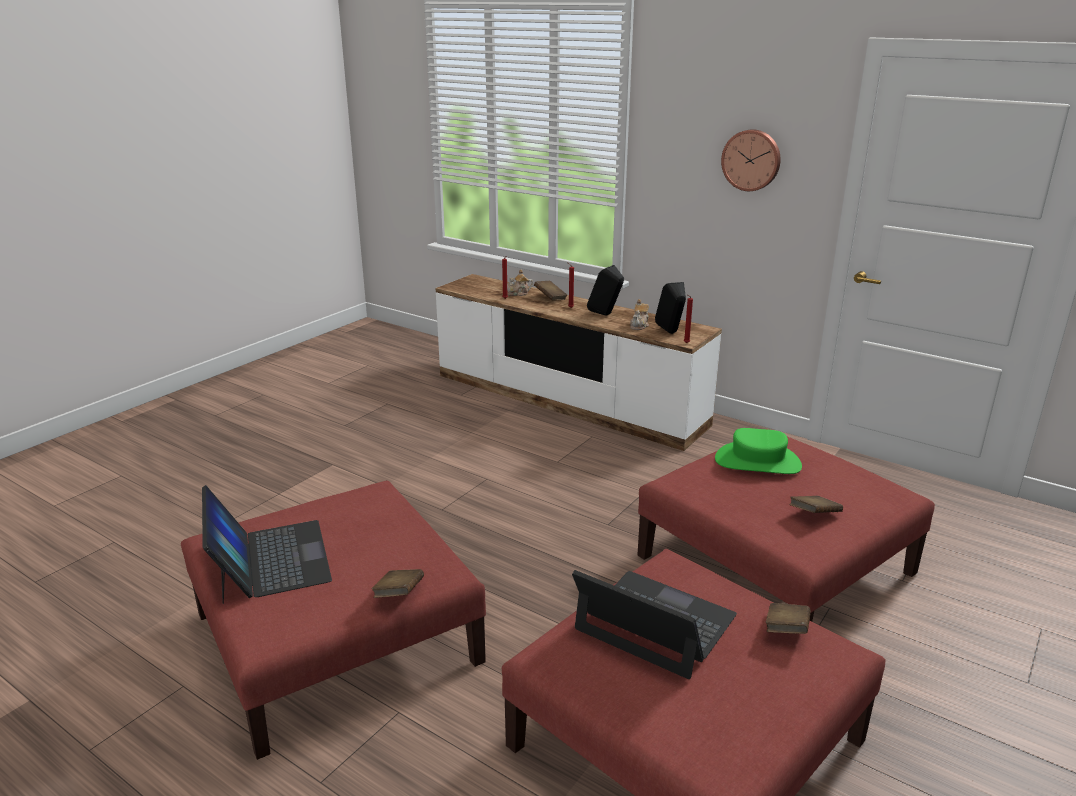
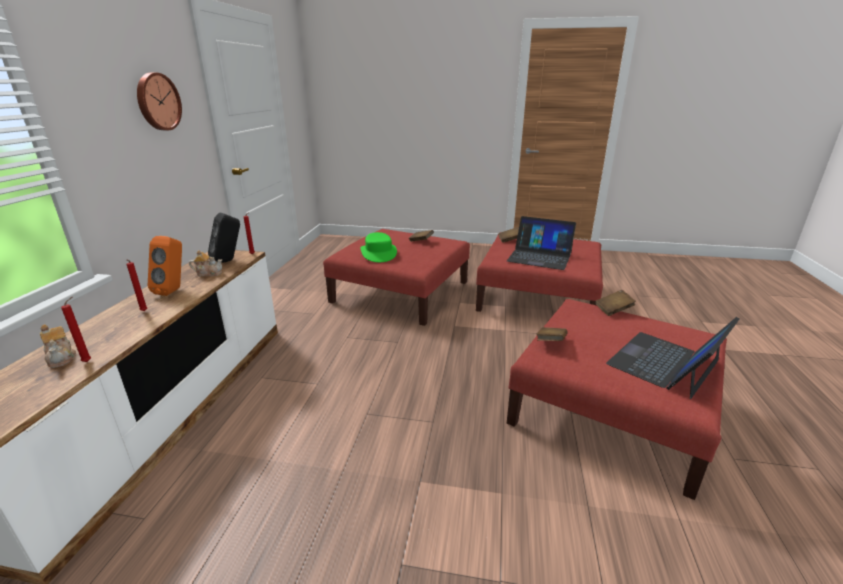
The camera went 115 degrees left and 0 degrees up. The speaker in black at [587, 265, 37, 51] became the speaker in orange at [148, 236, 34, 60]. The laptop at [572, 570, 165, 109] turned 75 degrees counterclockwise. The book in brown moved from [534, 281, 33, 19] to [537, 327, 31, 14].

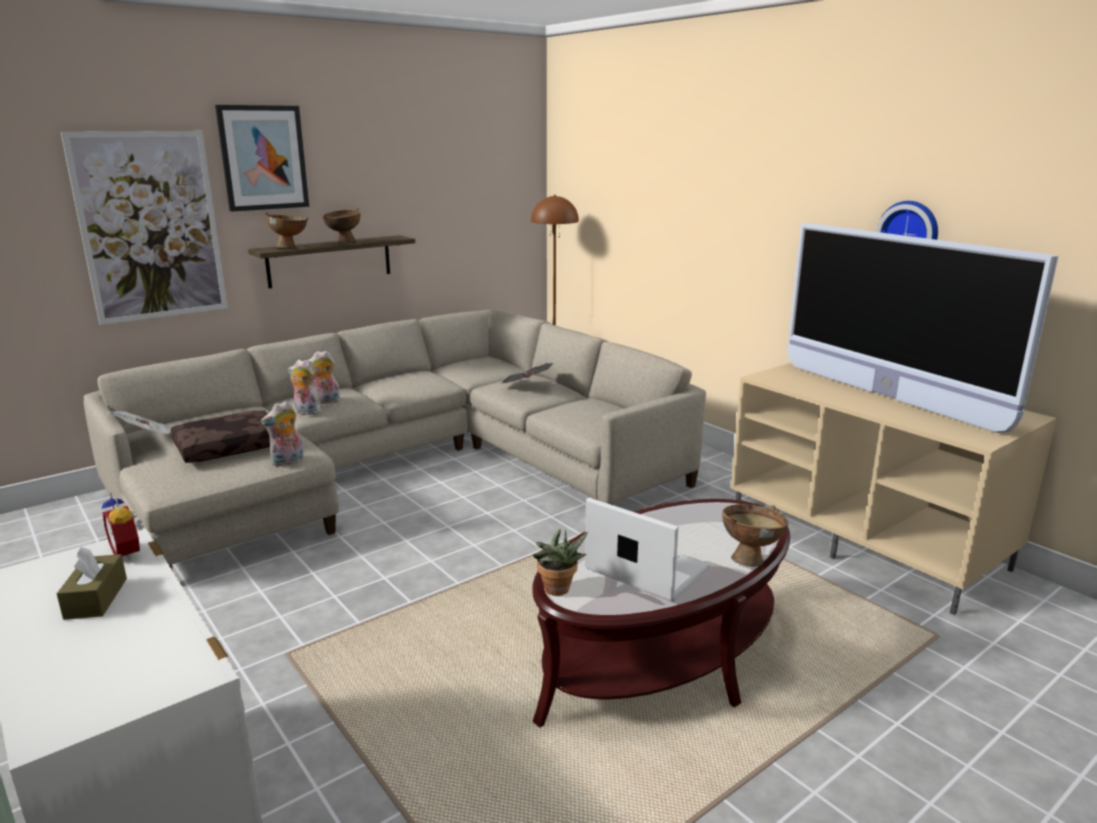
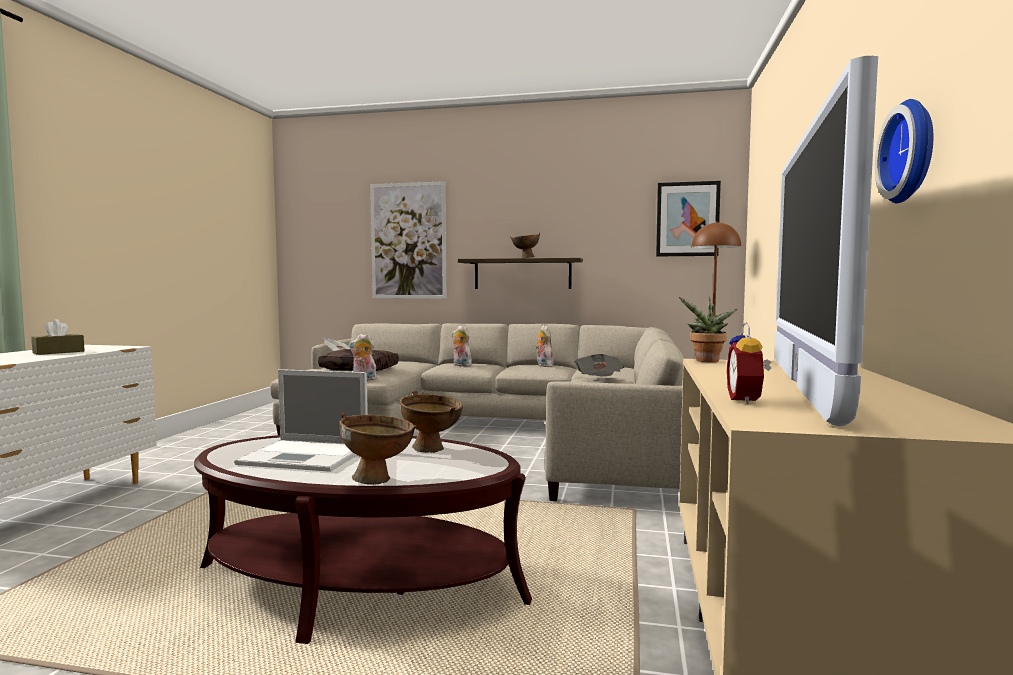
The camera went 50 degrees right and 15 degrees down. The laptop at [585, 497, 125, 105] turned 105 degrees clockwise. The bowl in brown moved from [266, 213, 42, 35] to [399, 391, 64, 62]. The plush toy moved from [288, 360, 35, 55] to [535, 325, 19, 42]. The picture moved from [215, 105, 94, 107] to [656, 181, 65, 75]. The potted plant moved from [533, 529, 55, 67] to [679, 296, 58, 66]. The alarm clock moved from [101, 492, 43, 68] to [727, 323, 45, 81].

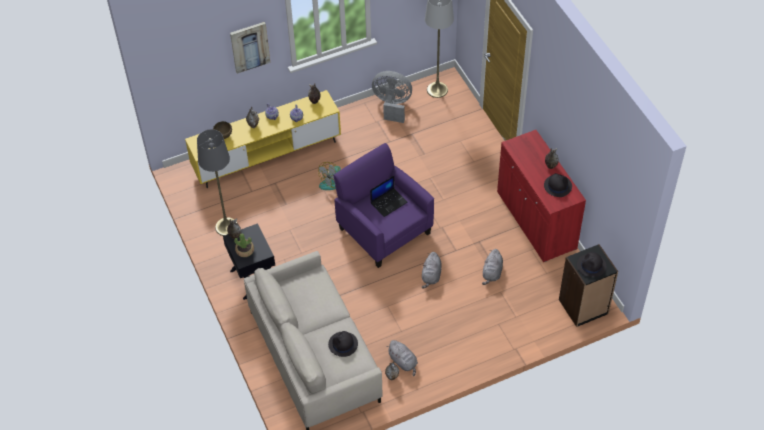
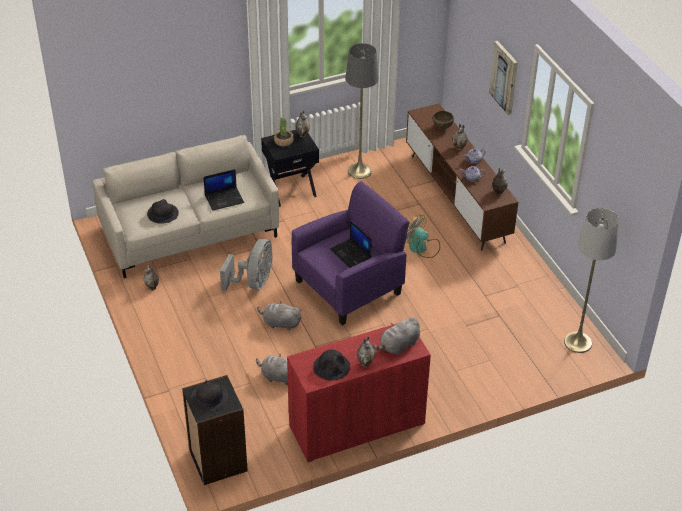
The camera went 90 degrees right and 10 degrees down. The laptop at [203, 169, 41, 42] appeared. The fan in grey moved from [372, 71, 40, 52] to [220, 239, 53, 52]. The plush toy in grey moved from [387, 340, 31, 36] to [372, 317, 48, 38]. The tv stand in yellow at [185, 90, 156, 98] became the tv stand in brown at [406, 103, 112, 148].

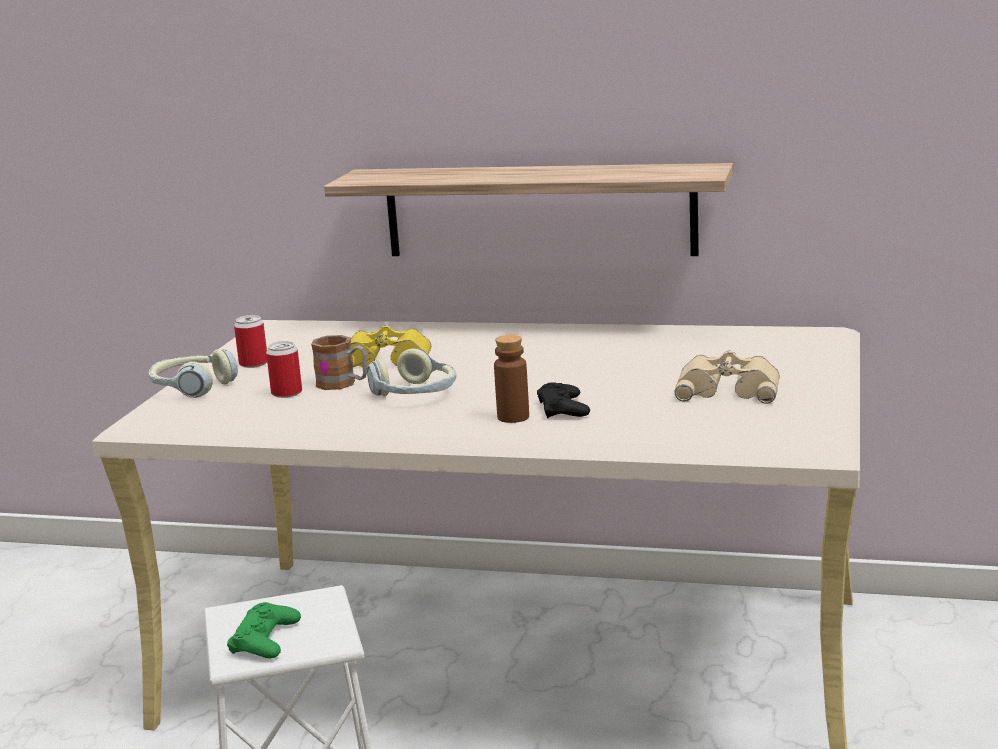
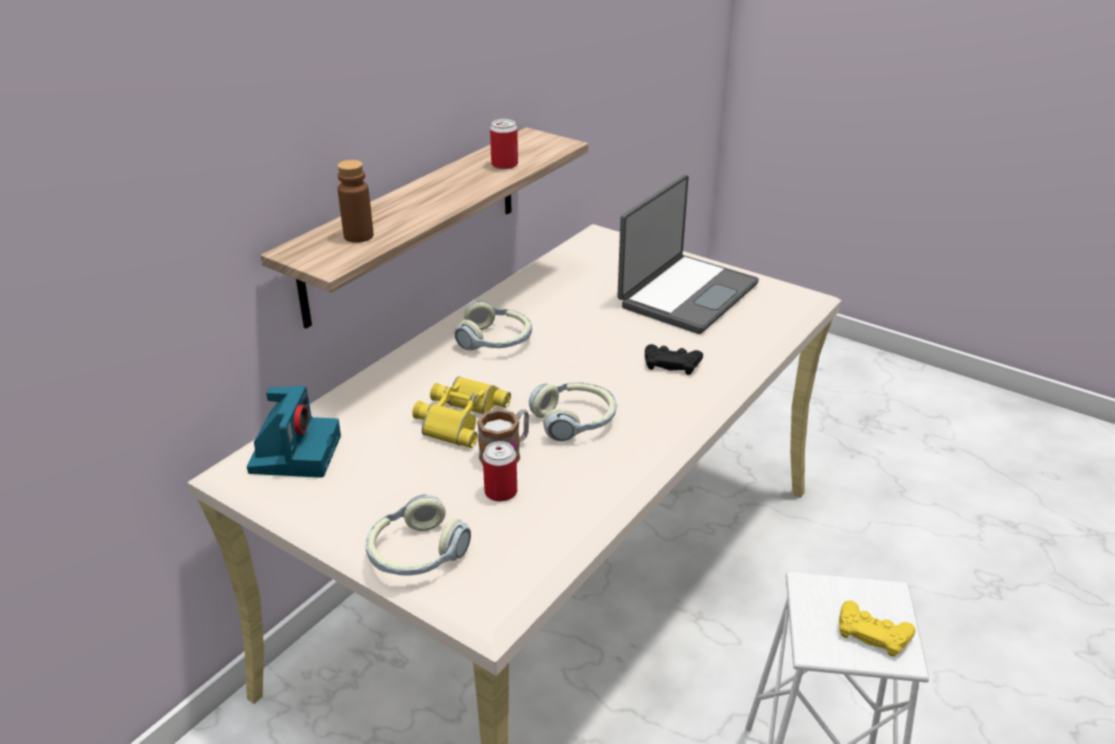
The camera went 70 degrees left and 15 degrees up. The photo camera at [247, 386, 94, 92] appeared. The bottle in brown moved from [494, 335, 35, 88] to [338, 160, 36, 83]. The headphones at [454, 301, 78, 50] appeared. The can moved from [234, 315, 33, 53] to [490, 119, 28, 51]. The binoculars in beige at [674, 351, 106, 53] was replaced by the laptop at [617, 175, 142, 159]. The game controller in green at [227, 602, 74, 56] became the game controller in yellow at [839, 601, 77, 56].

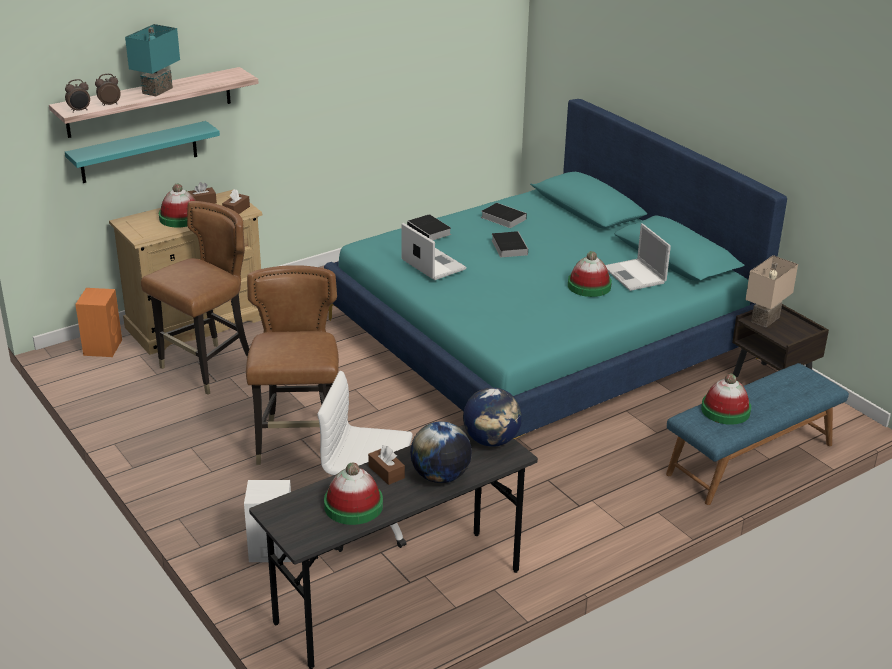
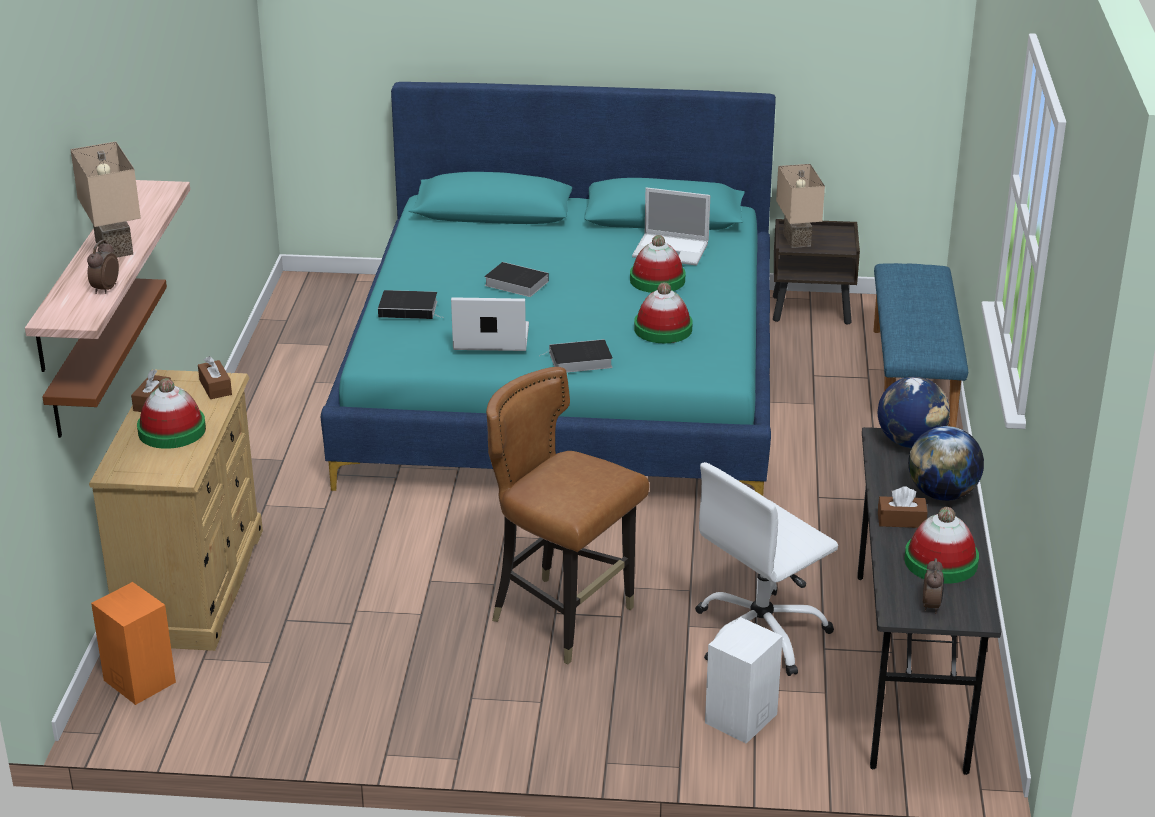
The camera went 50 degrees left and 0 degrees up. The shelf in turquoise at [65, 121, 155, 62] became the shelf in brown at [42, 278, 125, 160]. The table lamp in turquoise at [125, 24, 55, 72] became the table lamp in beige at [70, 142, 71, 115]. The book moved from [481, 203, 46, 25] to [539, 339, 74, 34]. The hat moved from [701, 374, 50, 51] to [634, 282, 59, 61]. The alarm clock moved from [65, 79, 25, 34] to [923, 558, 21, 56]. The chair in brown at [141, 201, 108, 194] disappeared.

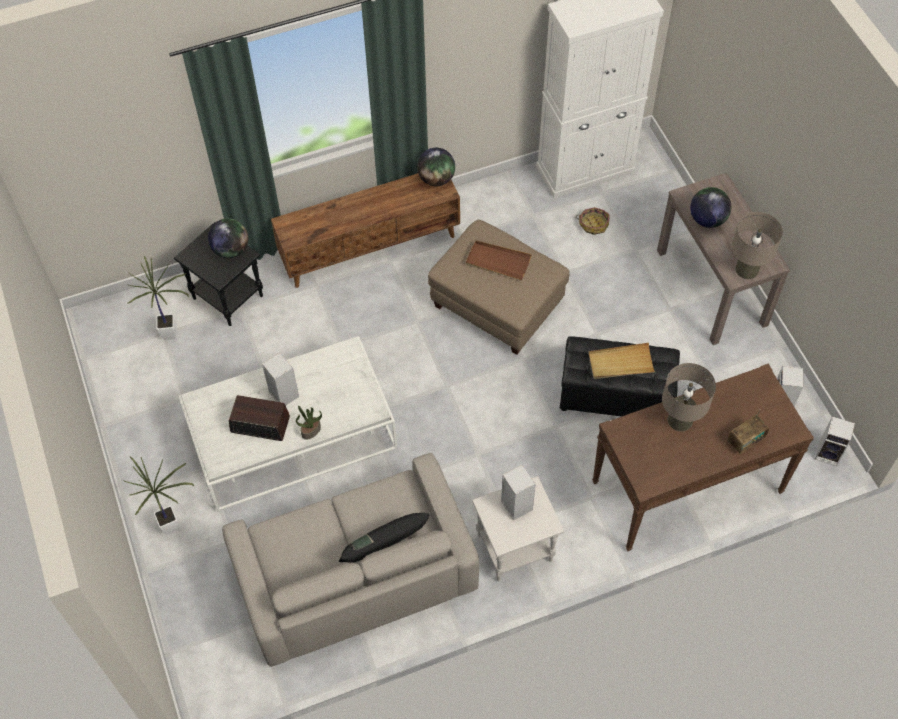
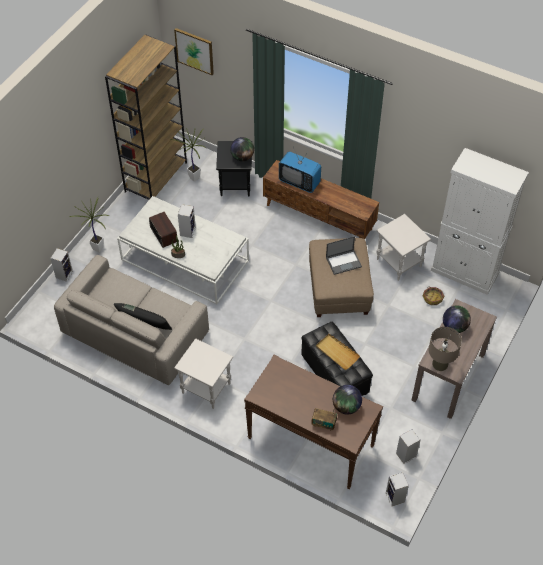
The camera went 50 degrees right and 5 degrees down. The speaker moved from [501, 465, 35, 55] to [50, 248, 23, 34]. The bookcase in brown at [105, 34, 82, 166] appeared. The picture at [174, 28, 40, 47] appeared. The television at [279, 147, 42, 46] appeared. The tray in brown at [466, 240, 66, 40] was replaced by the laptop at [326, 236, 36, 39]. The globe moved from [417, 148, 38, 38] to [333, 385, 29, 29]. The side table in white at [376, 214, 55, 67] appeared. The table lamp in beige at [662, 363, 54, 68] disappeared.

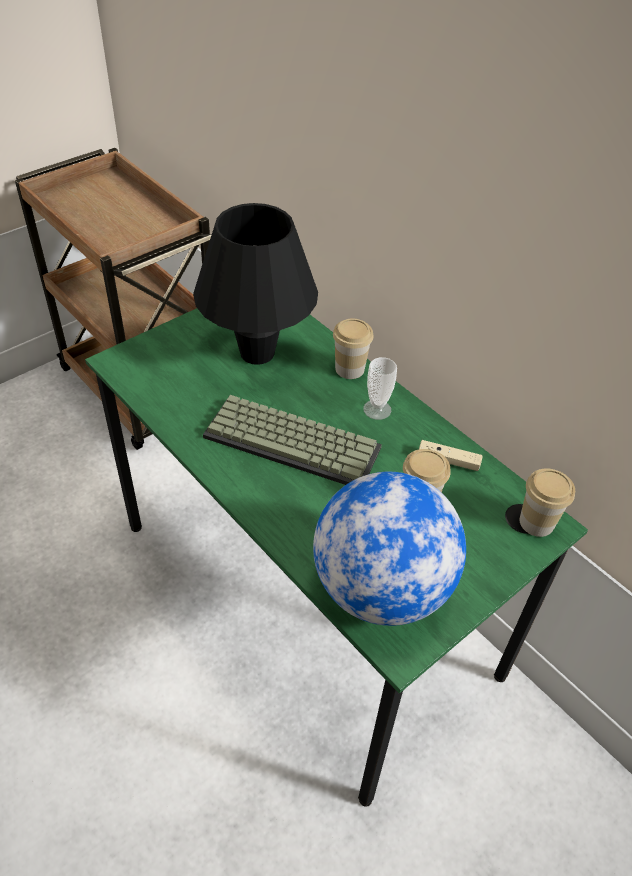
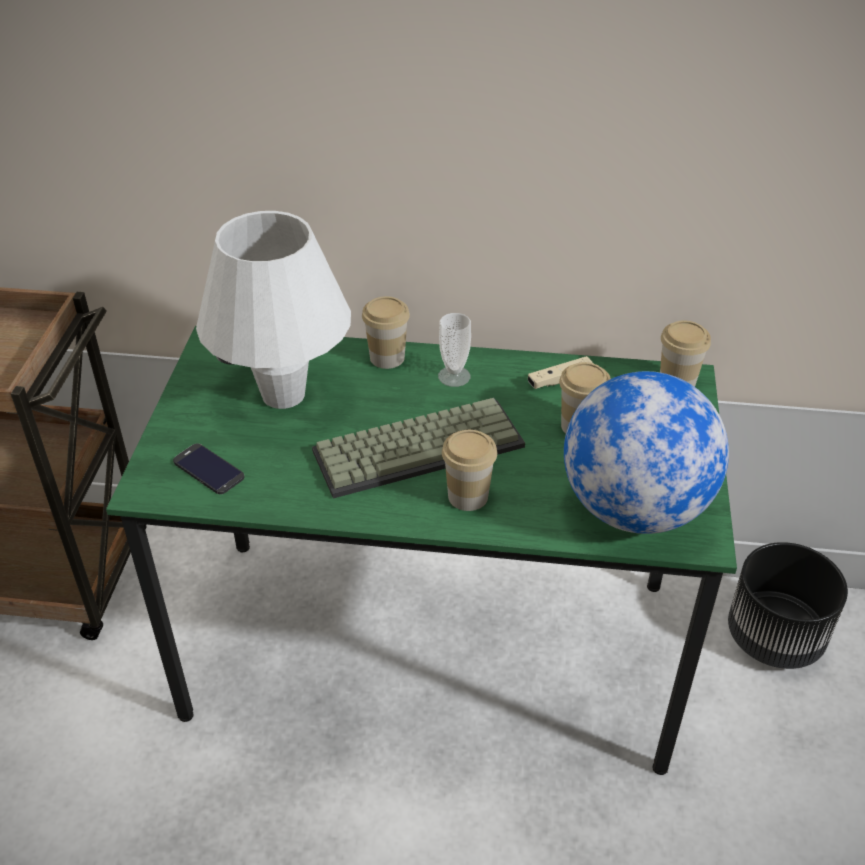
The camera went 40 degrees left and 5 degrees down. The phone at [173, 443, 71, 51] appeared. The table lamp in black at [193, 203, 125, 162] became the table lamp in white at [196, 211, 155, 198]. The cup at [442, 430, 55, 81] appeared. The planter in black at [728, 542, 120, 127] appeared.

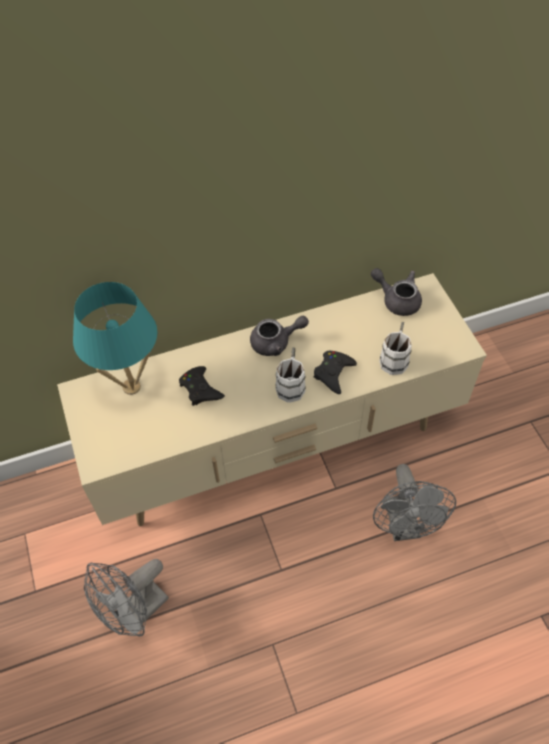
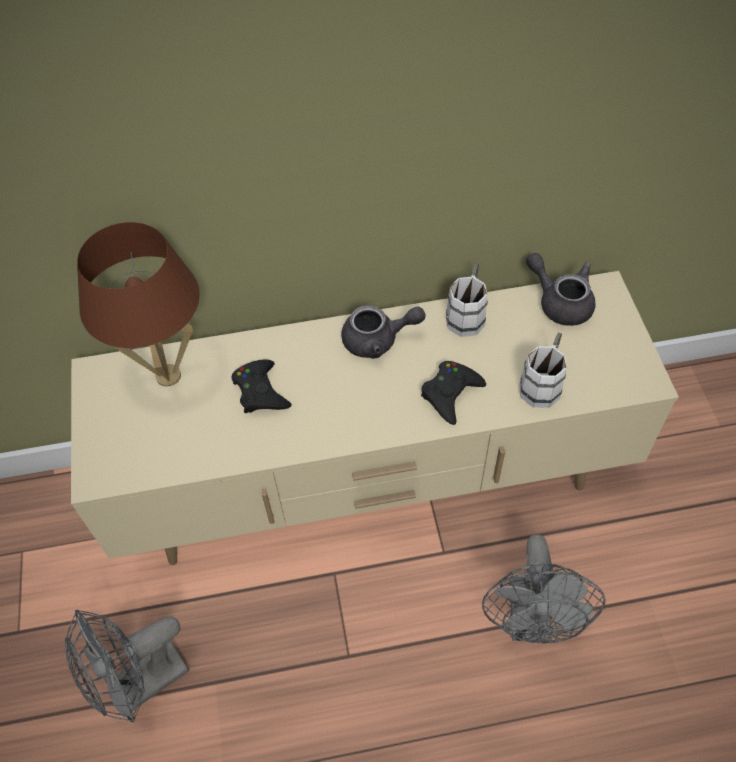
The camera went 10 degrees right and 0 degrees up. The table lamp in turquoise at [73, 282, 84, 113] became the table lamp in brown at [77, 222, 123, 165]. The mug in white moved from [275, 348, 31, 55] to [446, 264, 42, 73].

